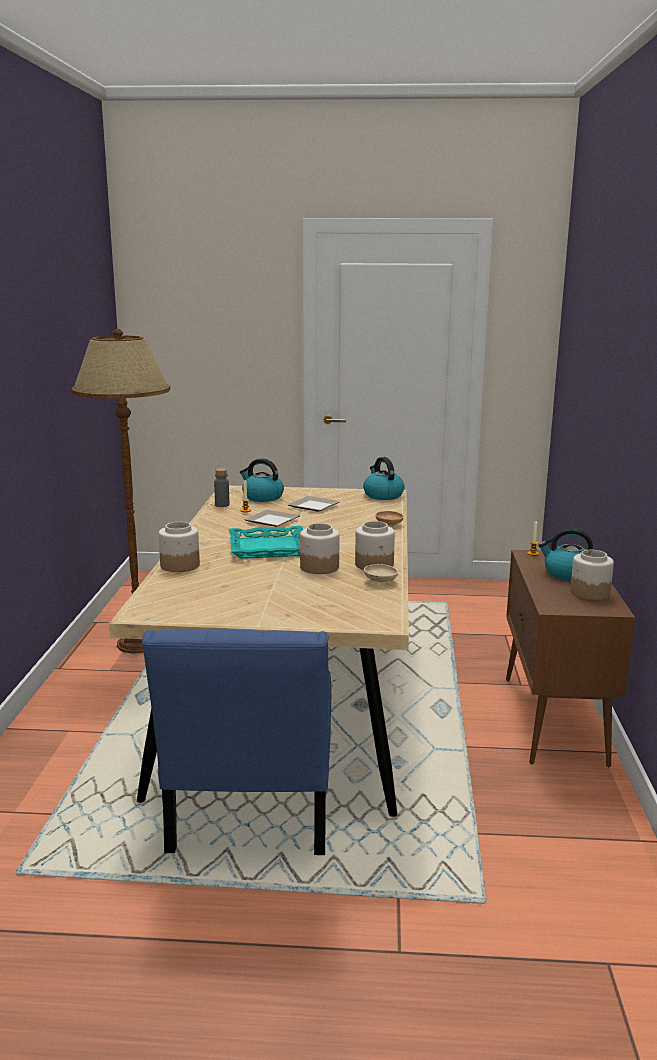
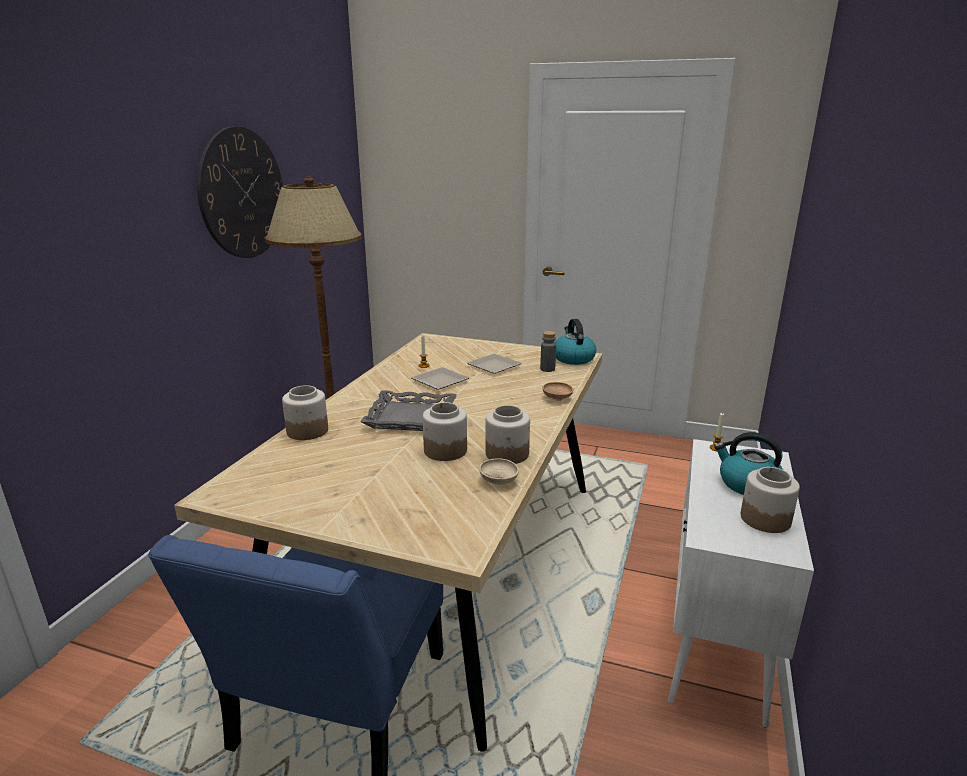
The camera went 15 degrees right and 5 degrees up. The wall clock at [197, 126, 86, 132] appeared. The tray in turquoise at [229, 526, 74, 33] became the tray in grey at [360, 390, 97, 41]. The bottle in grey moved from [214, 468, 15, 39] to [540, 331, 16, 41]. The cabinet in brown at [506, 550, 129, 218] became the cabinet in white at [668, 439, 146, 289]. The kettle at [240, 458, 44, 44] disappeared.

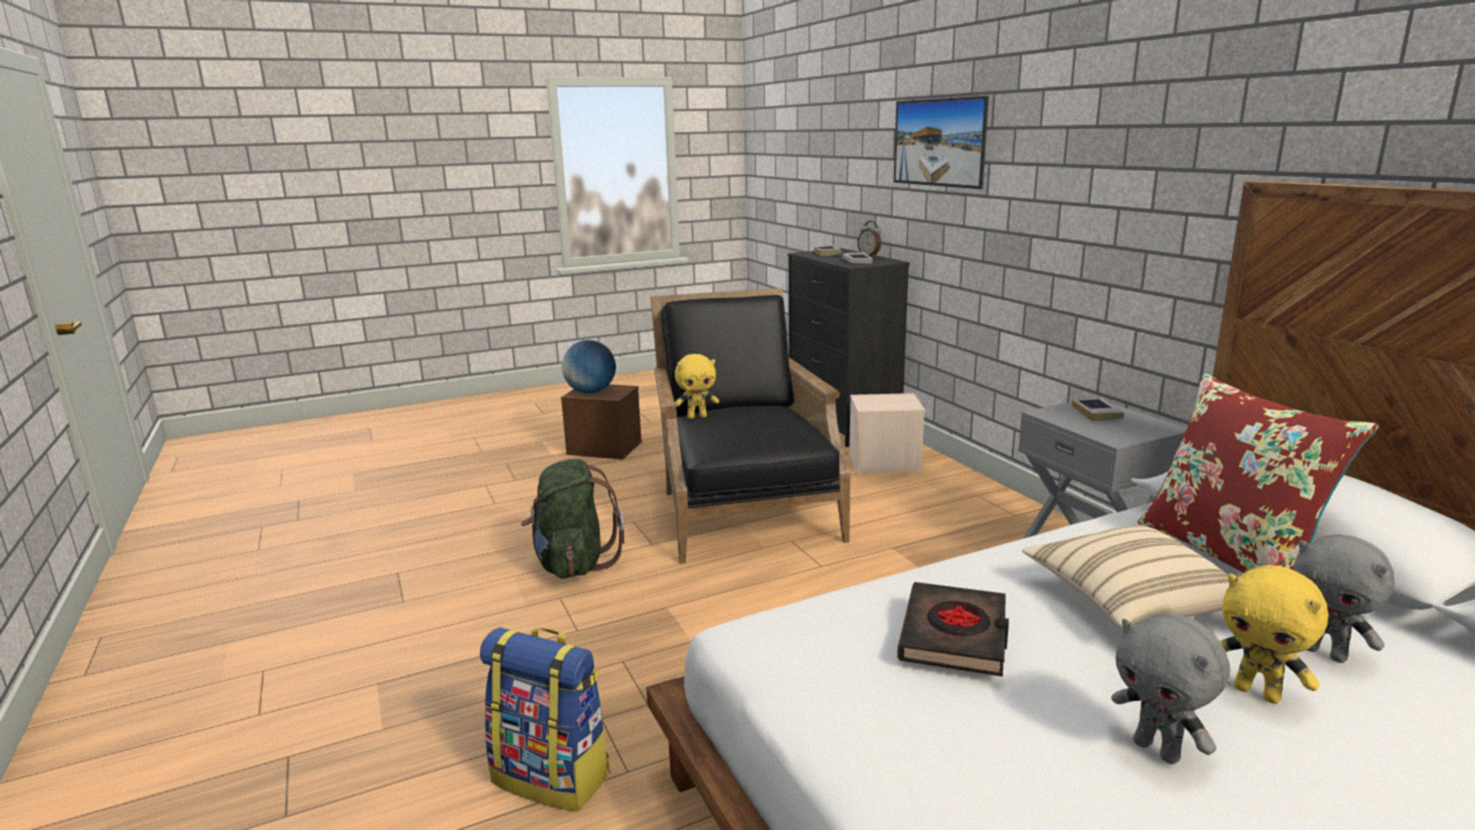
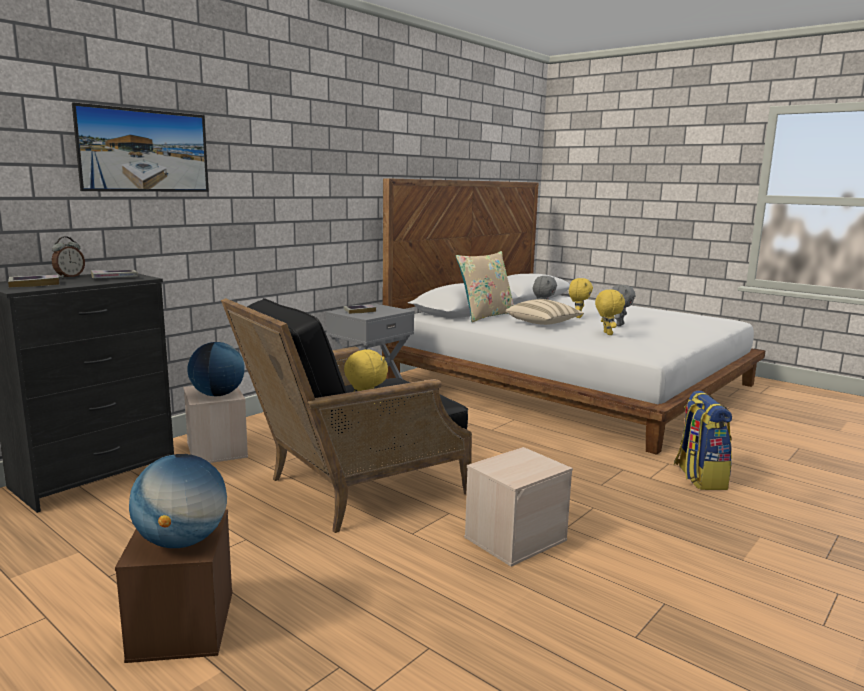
The camera went 115 degrees left and 5 degrees down. The globe at [187, 342, 58, 54] appeared. The pillow in red at [1138, 374, 241, 199] became the pillow in beige at [456, 251, 58, 71]. The backpack in green at [521, 459, 103, 119] was replaced by the storage box in beige at [464, 447, 109, 120]. The book in black at [897, 582, 112, 95] was replaced by the plush toy in yellow at [595, 289, 30, 46].

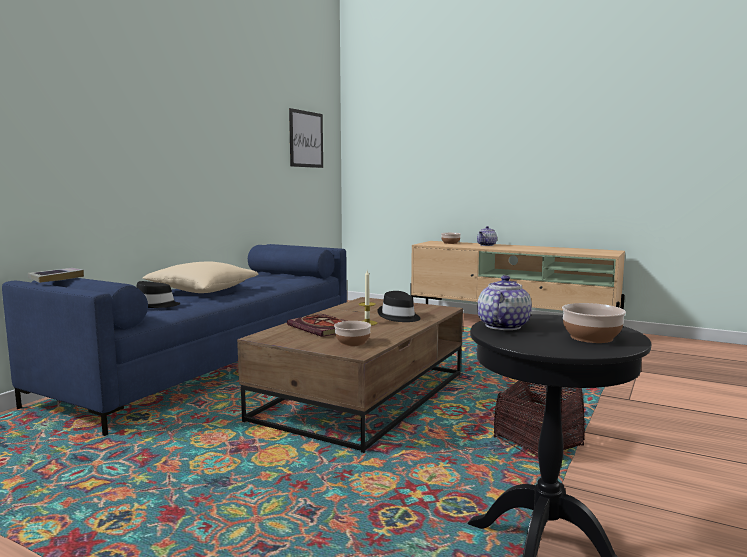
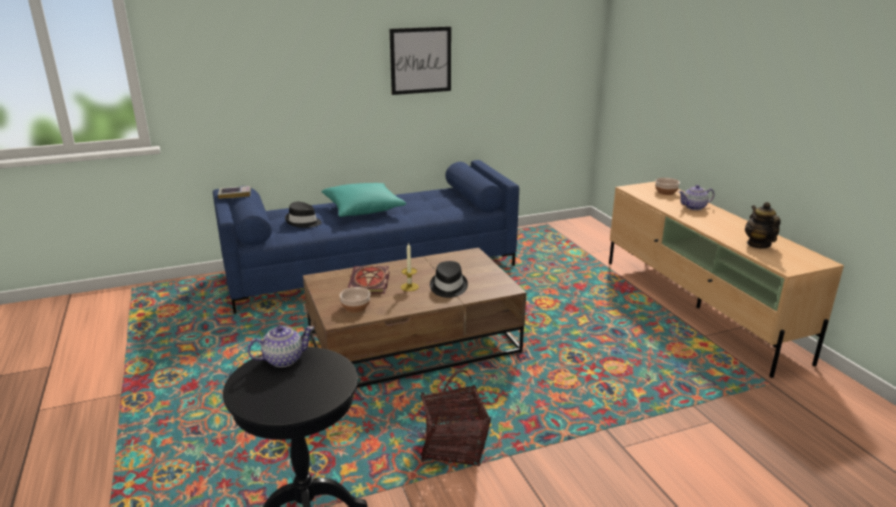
The camera went 40 degrees right and 15 degrees up. The pillow in beige at [143, 261, 115, 32] became the pillow in turquoise at [321, 183, 85, 34]. The picture moved from [289, 108, 34, 60] to [389, 26, 62, 69]. The teapot at [745, 202, 36, 46] appeared. The bowl at [562, 303, 64, 40] disappeared.

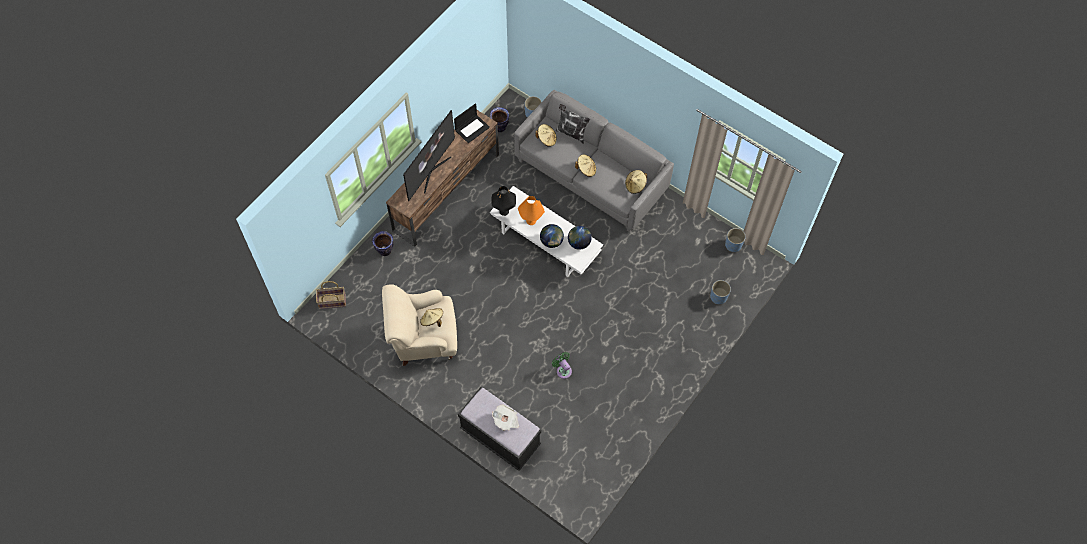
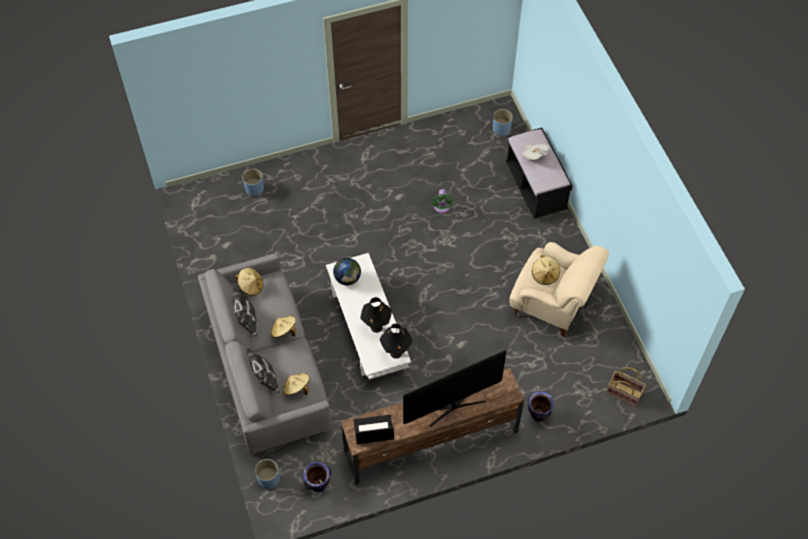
The camera went 145 degrees left and 5 degrees down. The pillow at [232, 287, 25, 50] appeared. The table lamp in orange at [518, 196, 27, 29] became the table lamp in black at [360, 297, 32, 36]. The planter in blue moved from [725, 228, 21, 24] to [493, 109, 20, 27]. The globe at [540, 224, 24, 24] disappeared.

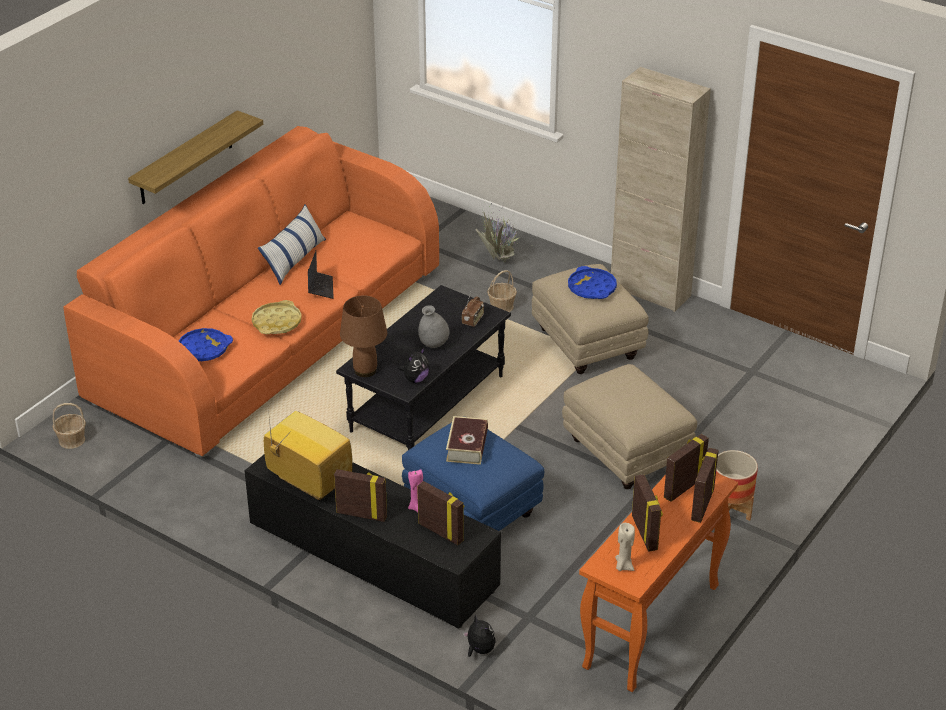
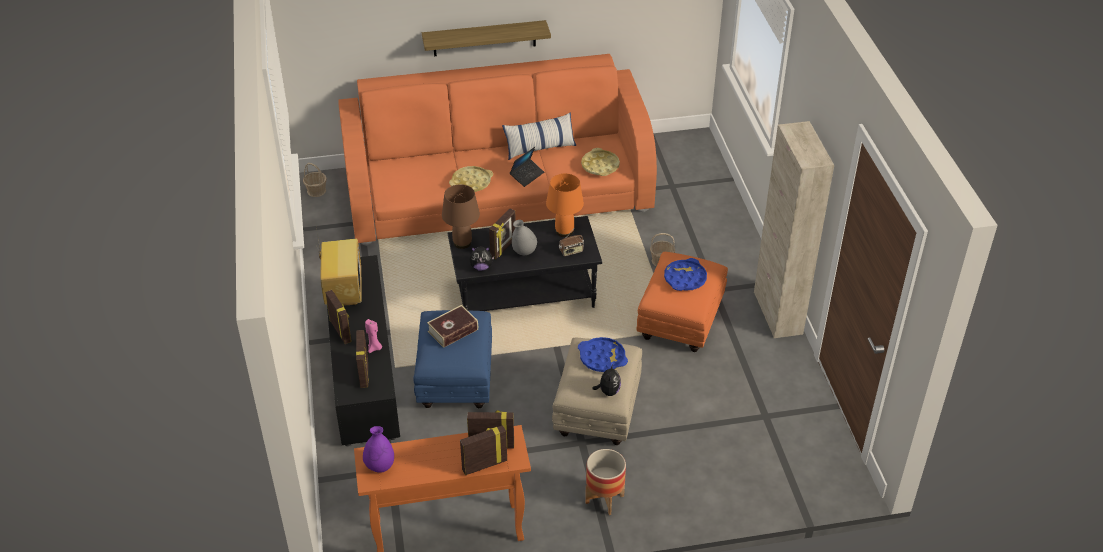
The camera went 45 degrees right and 5 degrees up. The candle in beige at [615, 523, 20, 48] was replaced by the vase in purple at [363, 426, 31, 47]. The picture frame moved from [632, 474, 31, 78] to [489, 208, 27, 51]. The table lamp in orange at [546, 173, 38, 64] appeared. The tray in blue moved from [179, 328, 54, 33] to [578, 337, 50, 35]. The tray in yellow at [581, 148, 39, 28] appeared. The plush toy moved from [463, 614, 33, 43] to [593, 364, 28, 32]. The ottoman in beige at [532, 264, 117, 110] became the ottoman in orange at [636, 252, 92, 100]. The potted plant at [475, 208, 58, 54] disappeared.

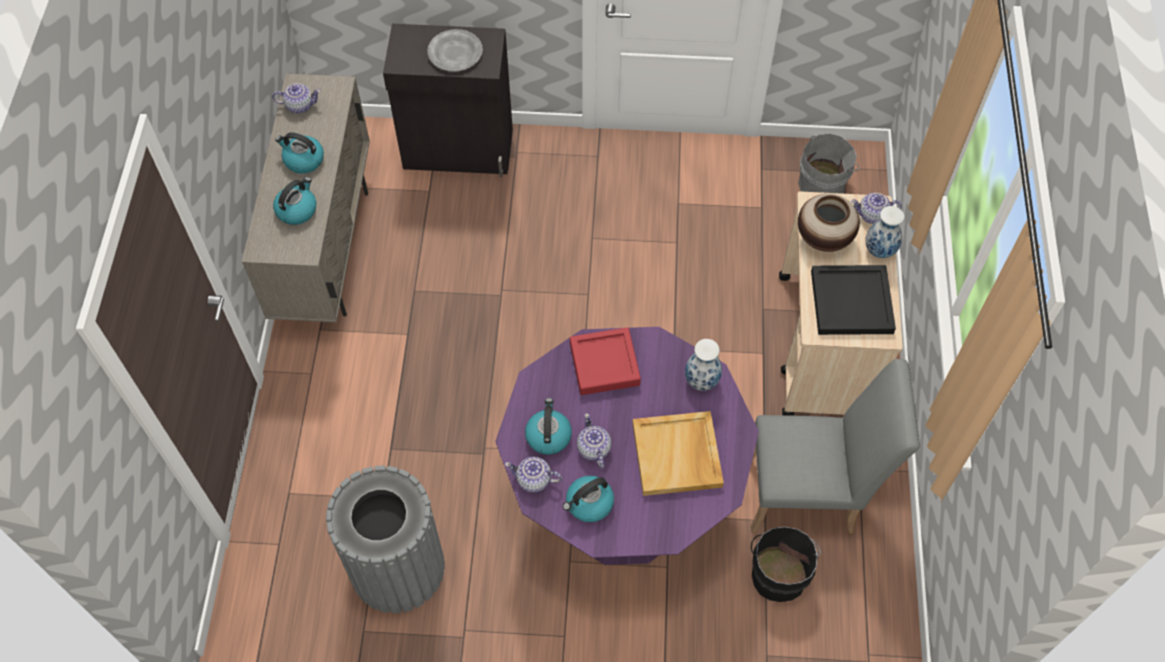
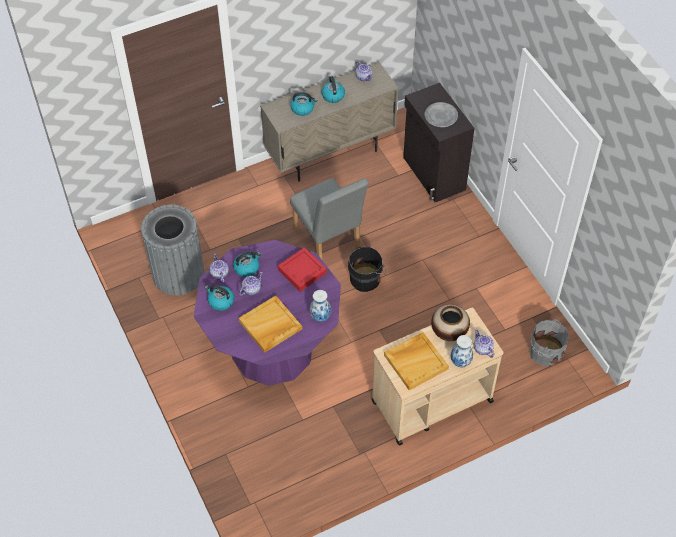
The camera went 60 degrees right and 5 degrees down. The chair in grey moved from [751, 359, 169, 175] to [290, 178, 79, 83]. The bucket in black moved from [751, 526, 70, 76] to [348, 247, 38, 45]. The tray in black at [811, 265, 85, 70] became the tray in beige at [384, 332, 65, 58].

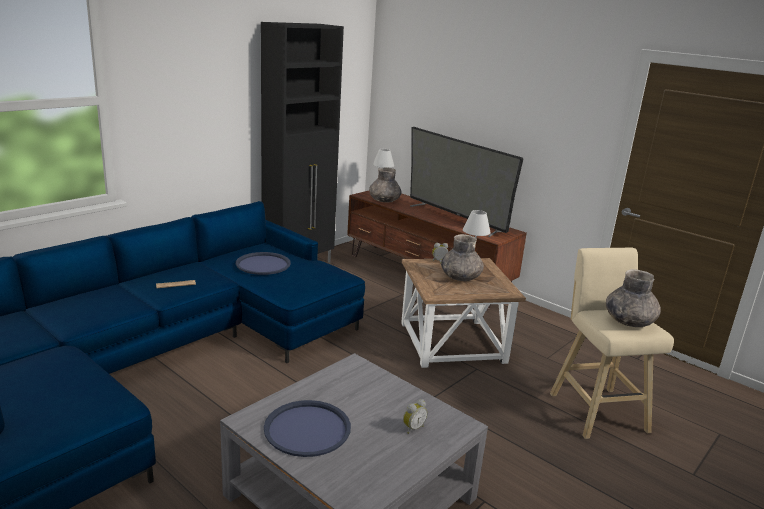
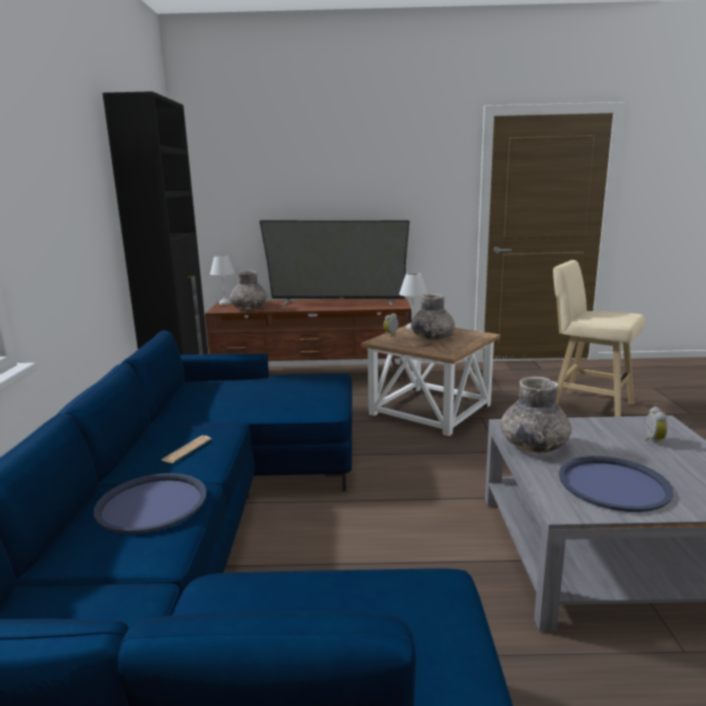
The camera went 40 degrees left and 5 degrees down. The tray in blue moved from [236, 252, 55, 23] to [94, 473, 113, 61]. The vase in grey moved from [606, 269, 55, 58] to [501, 377, 71, 76].

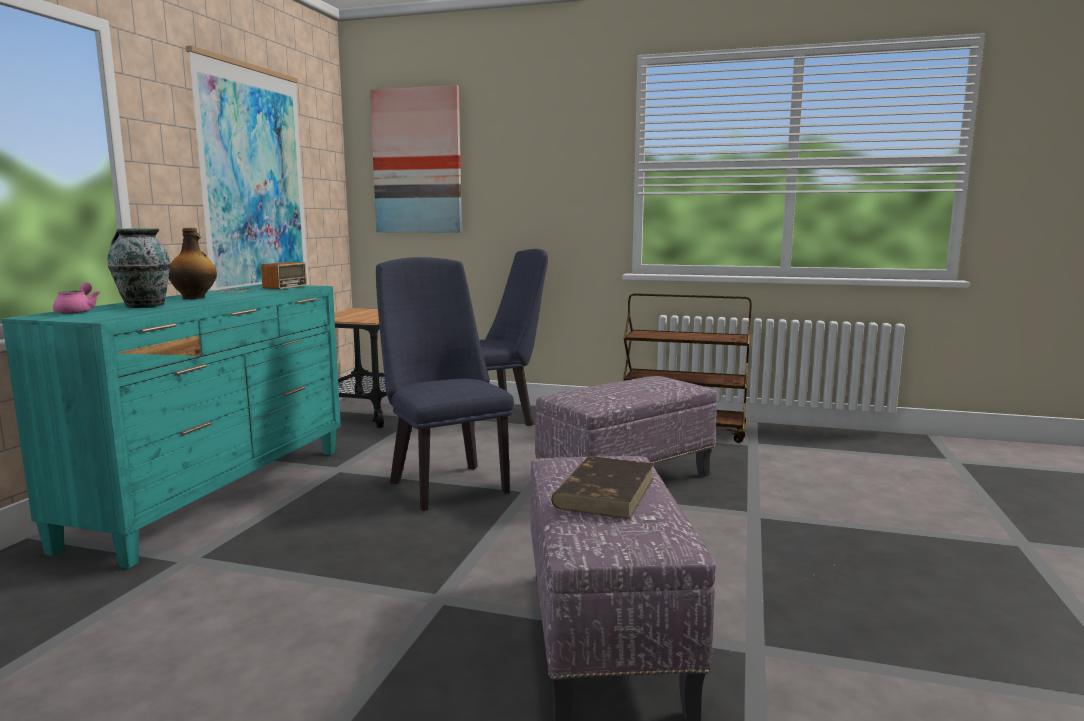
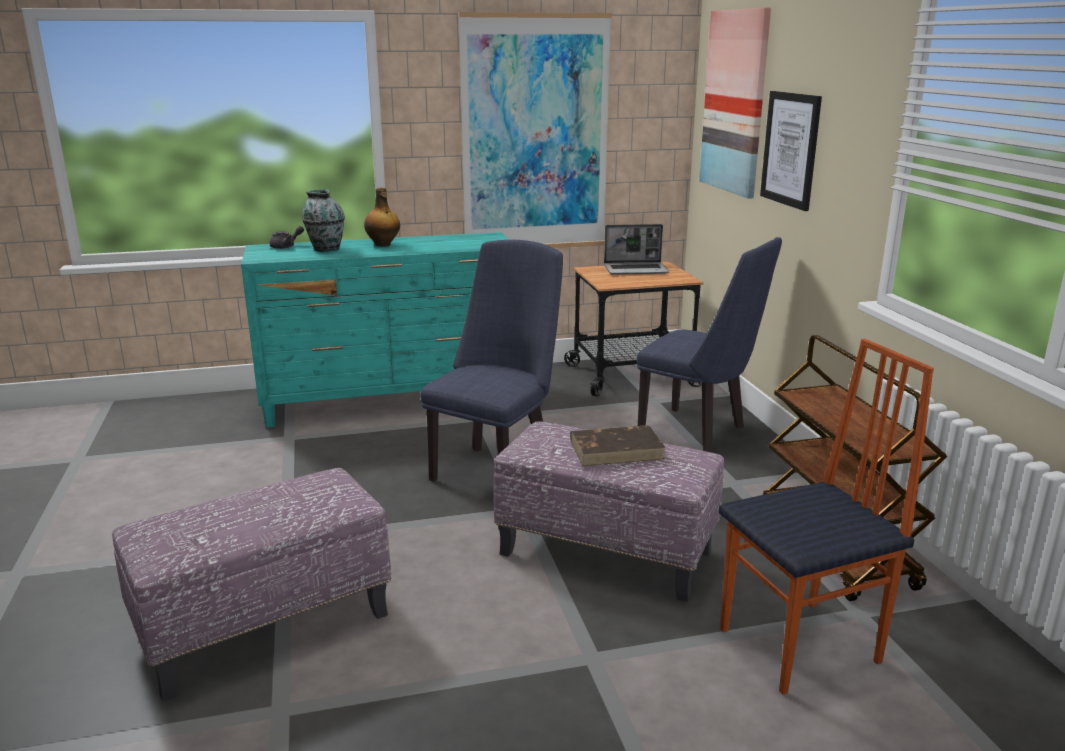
The camera went 60 degrees right and 10 degrees up. The teapot in pink at [53, 283, 47, 31] became the teapot in grey at [269, 226, 35, 23]. The book in brown moved from [551, 456, 103, 63] to [570, 425, 96, 41]. The laptop at [604, 224, 65, 51] appeared. The chair at [719, 339, 215, 356] appeared. The picture at [760, 91, 62, 120] appeared. The radio at [213, 262, 94, 31] disappeared.

